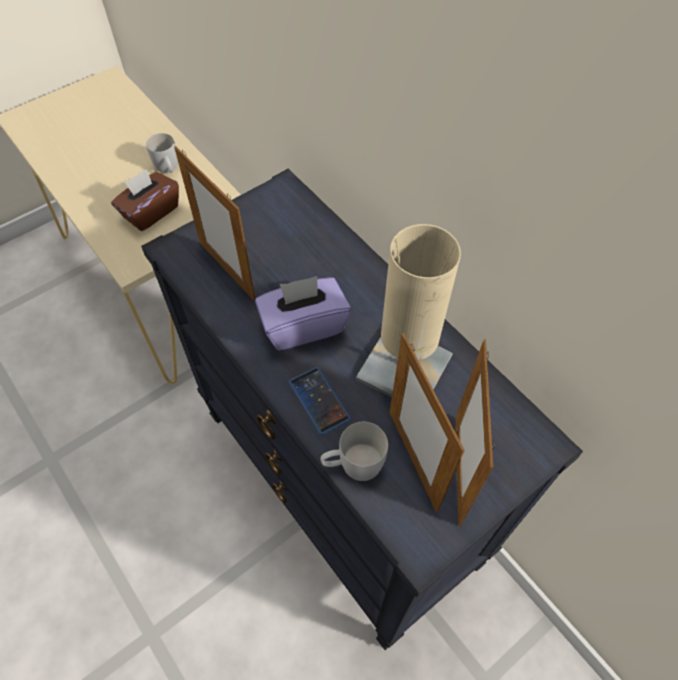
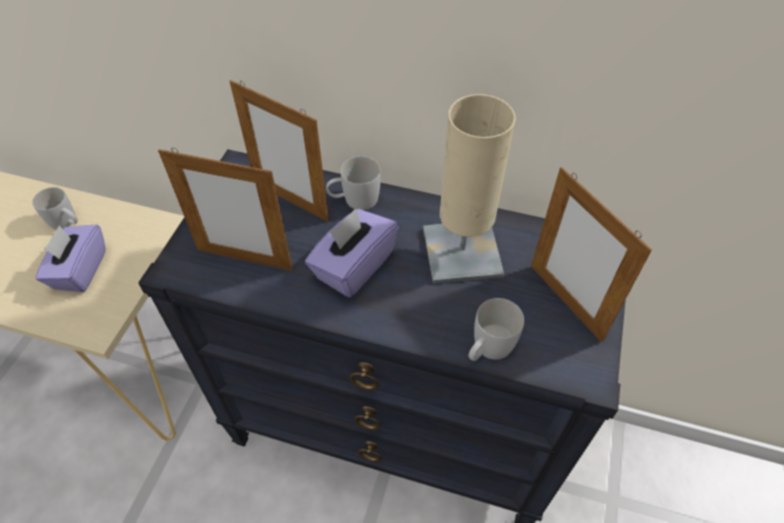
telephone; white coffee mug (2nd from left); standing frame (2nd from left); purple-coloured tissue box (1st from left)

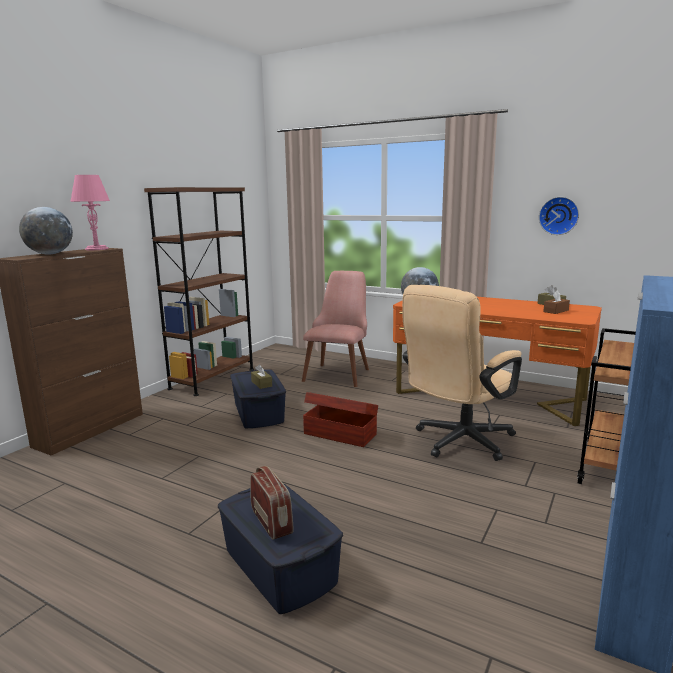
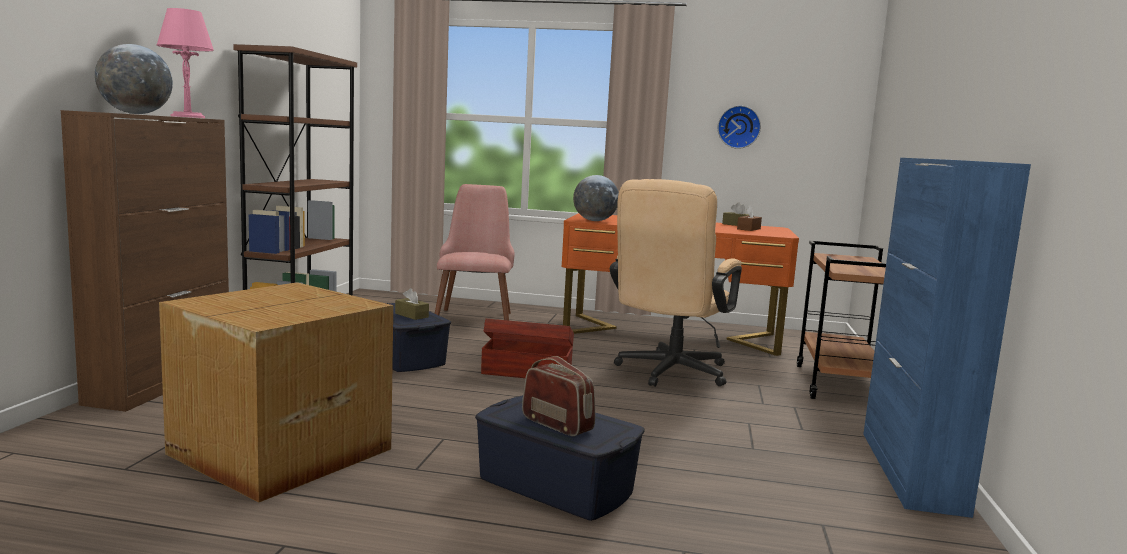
cardboard box

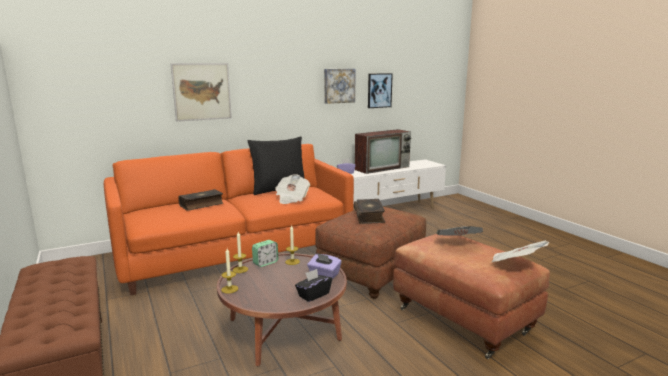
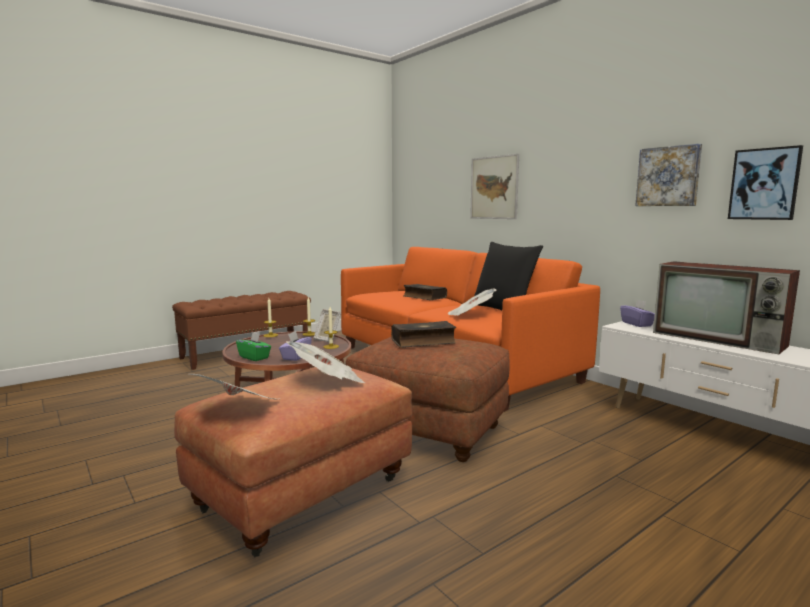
standing frame; greenish tissue box

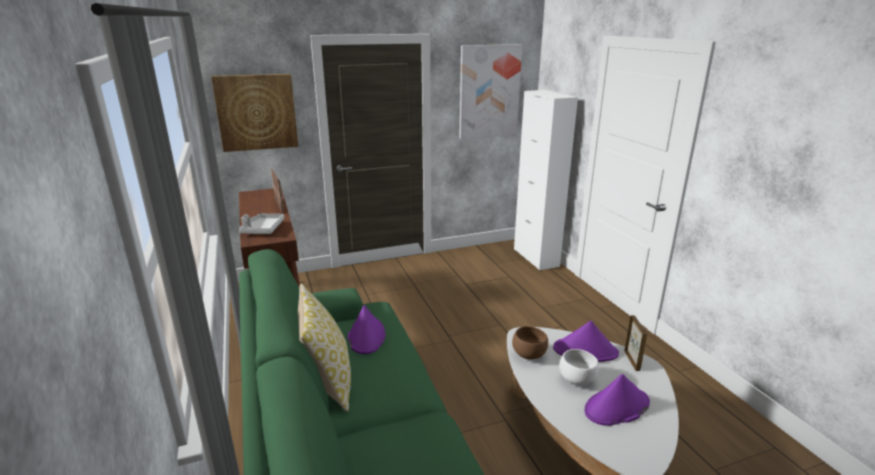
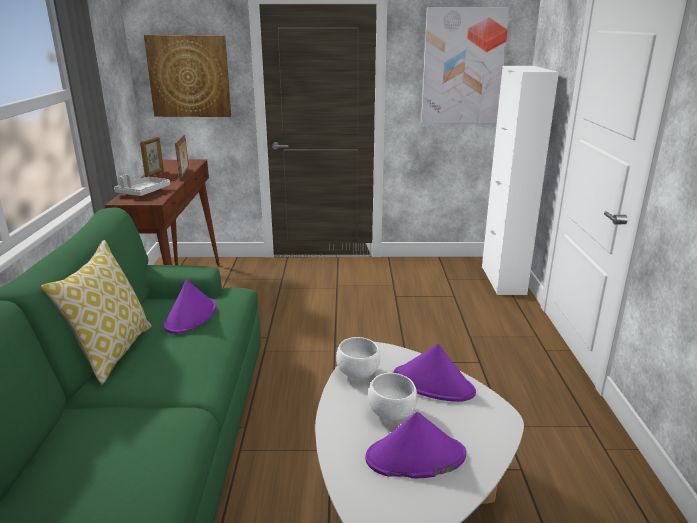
standing frame (1st from left); white bowl (1st from left)

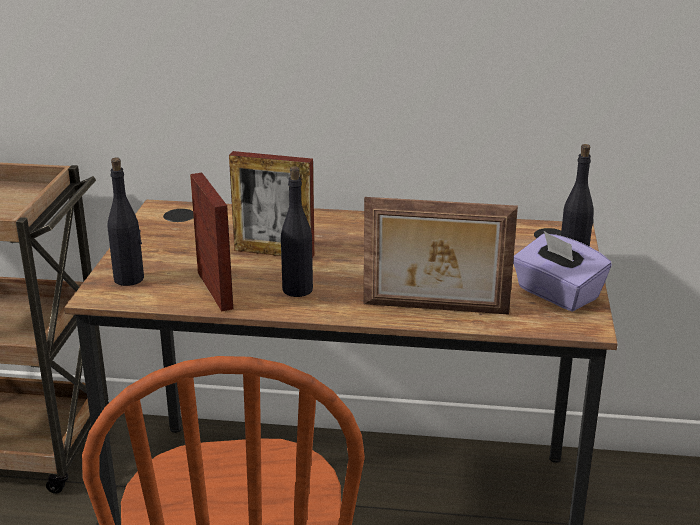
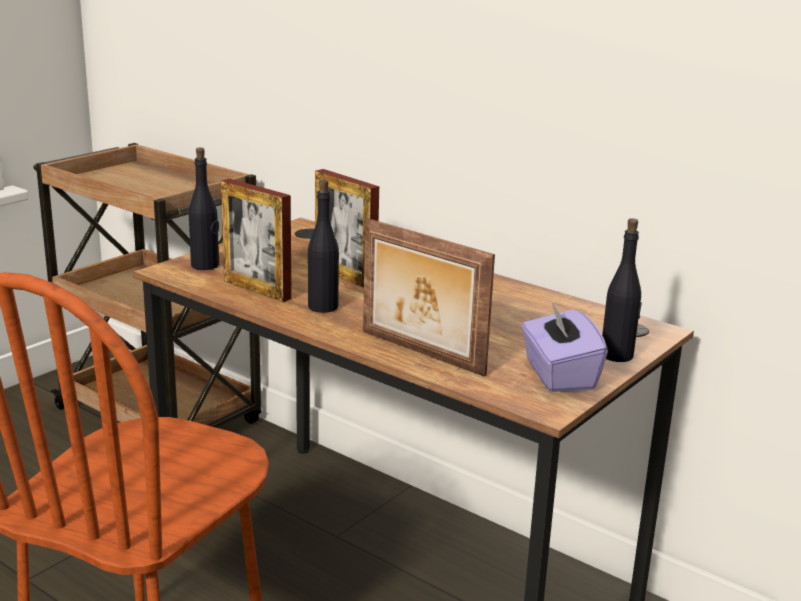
standing frame (1st from left)

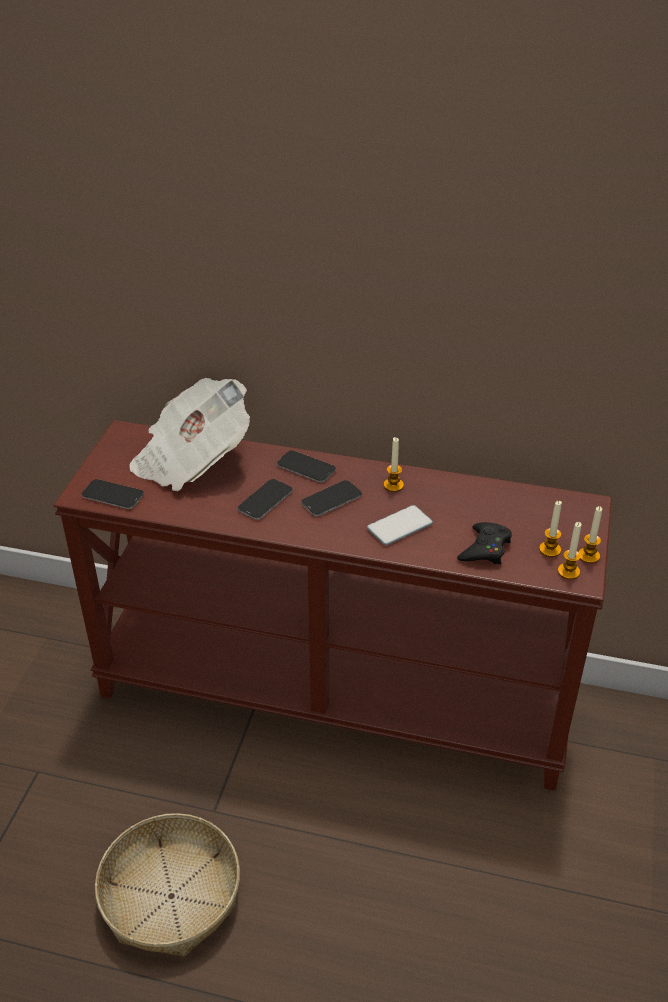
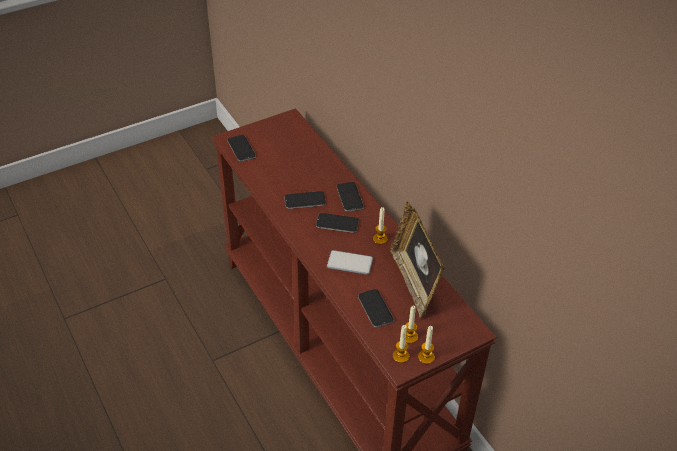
household basket; newspaper; standing frame; telephone (6th from left)

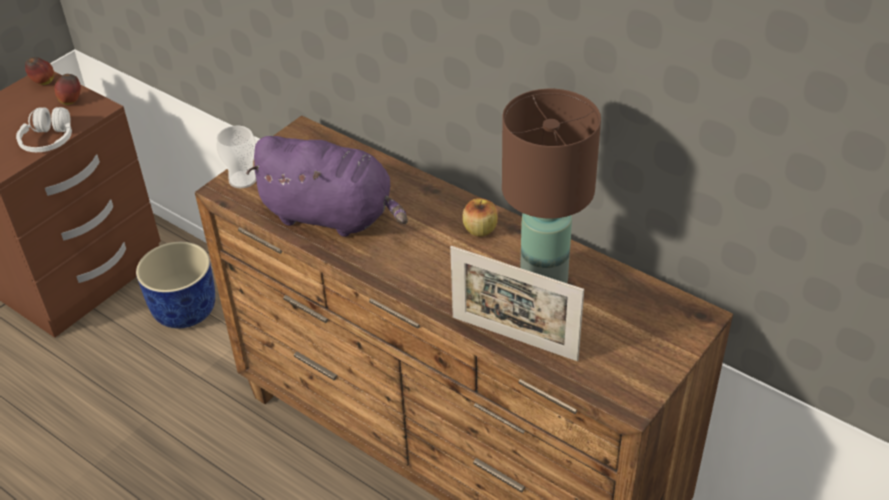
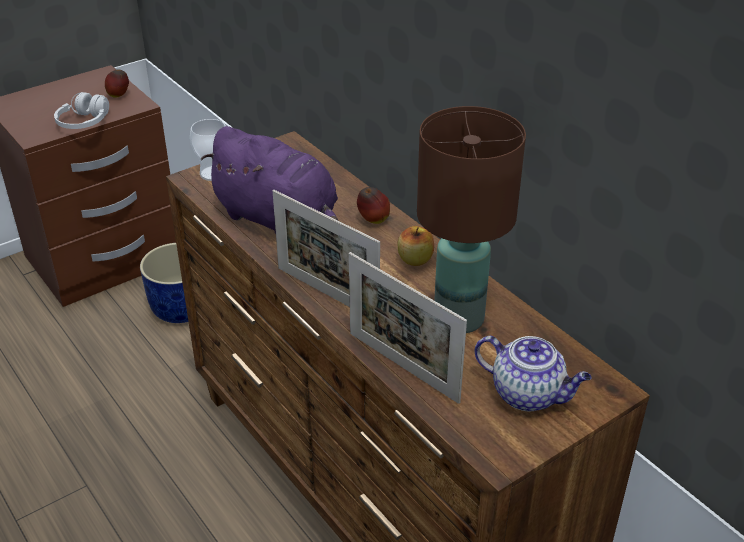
standing frame (1st from left); pot for tea; apple fruit (2nd from left)

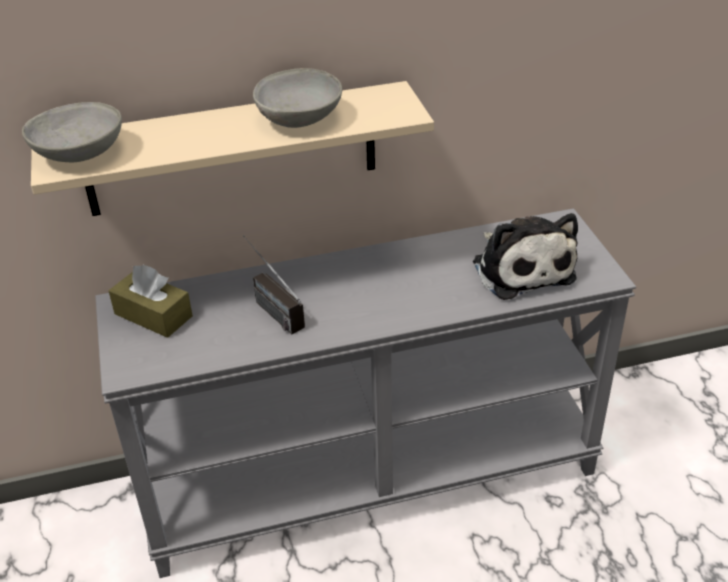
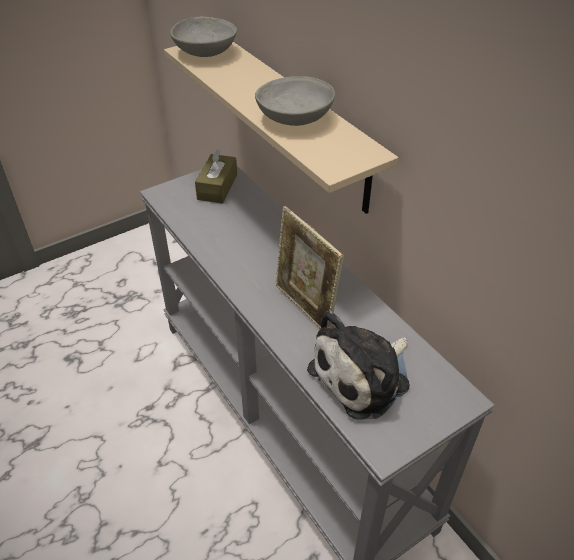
radio receiver; standing frame

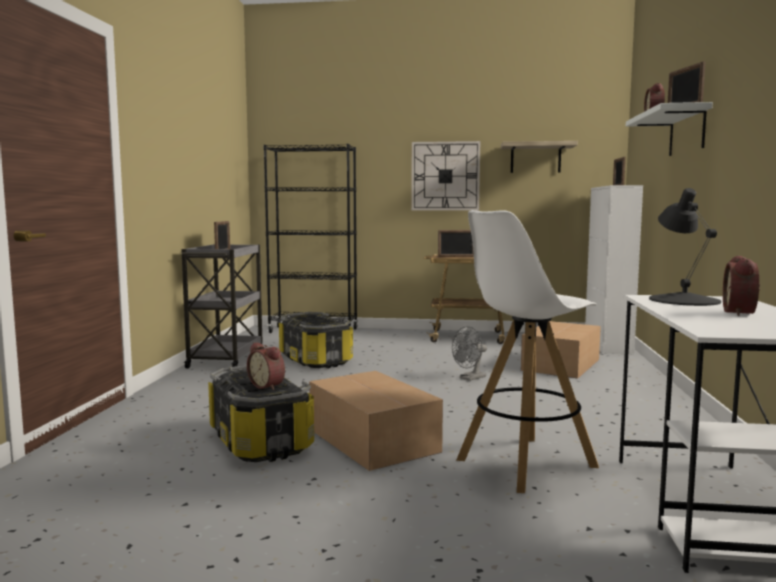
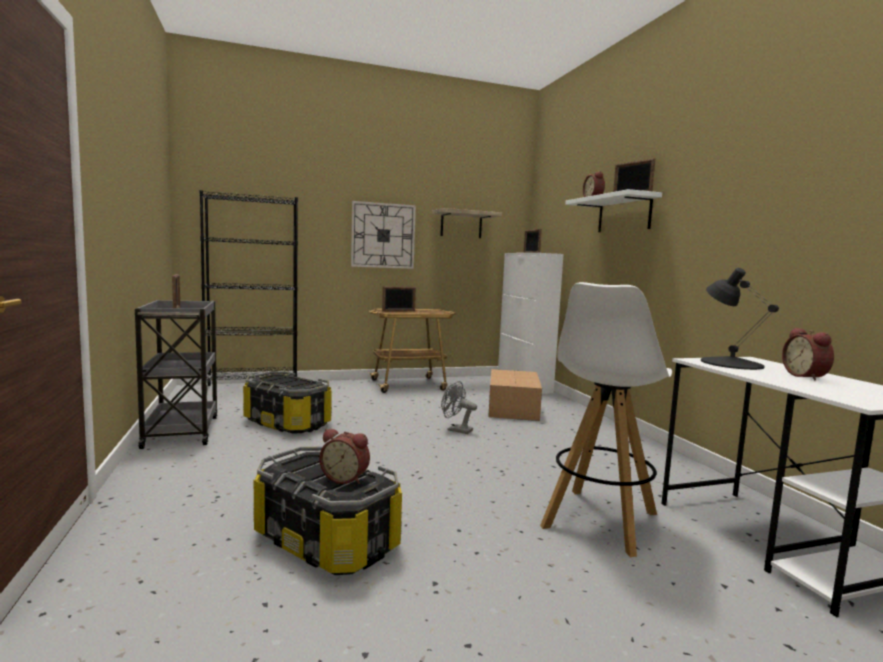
cardboard box (1st from left in the first image); grey electric fan

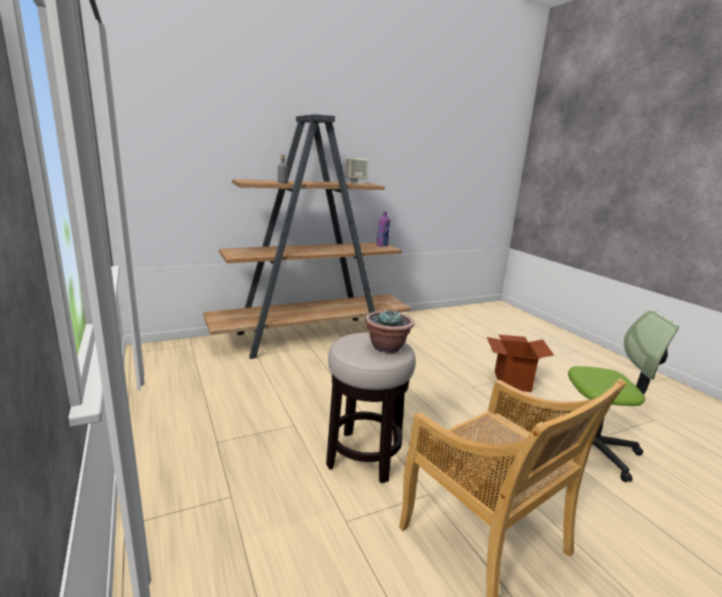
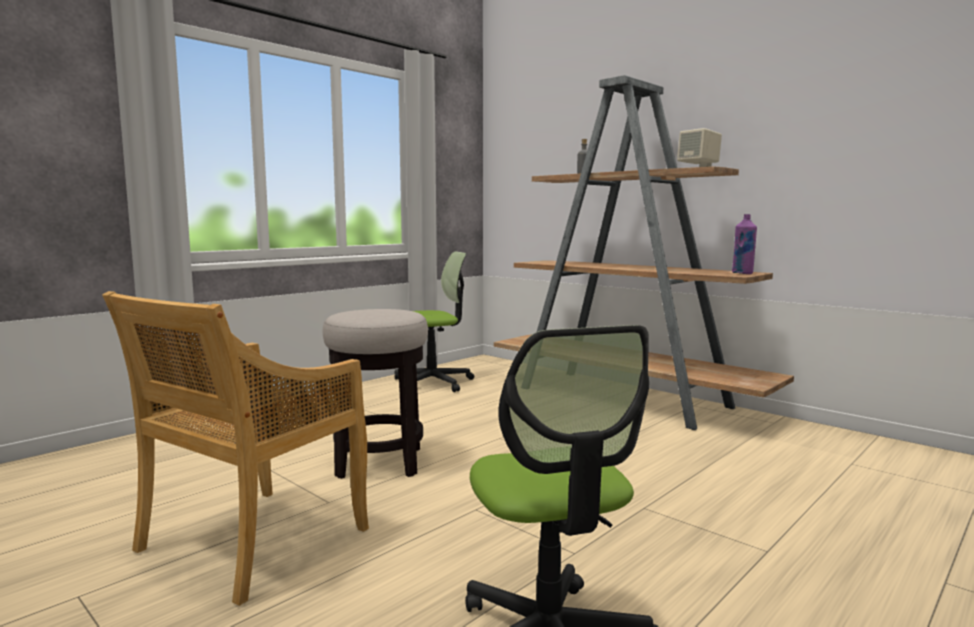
houseplant; cardboard box; desk chair (1st from left)

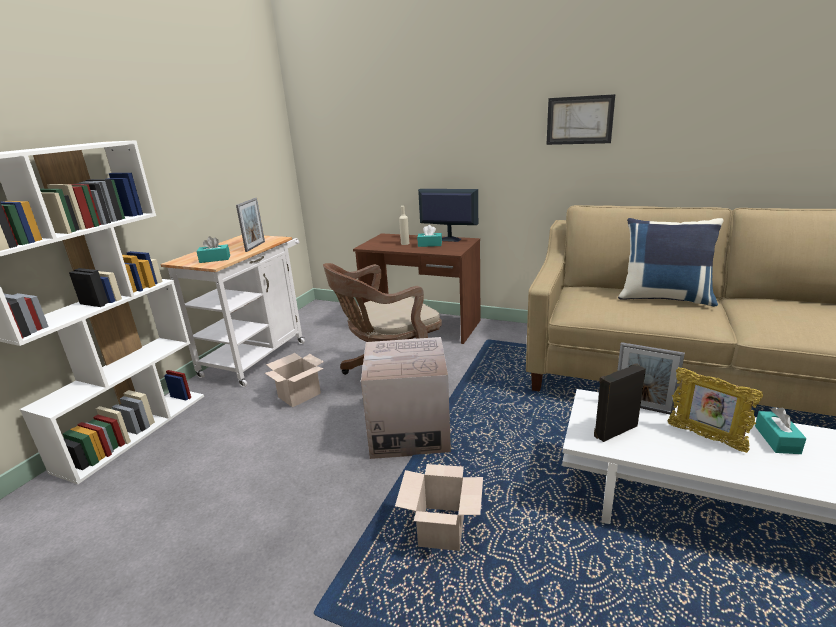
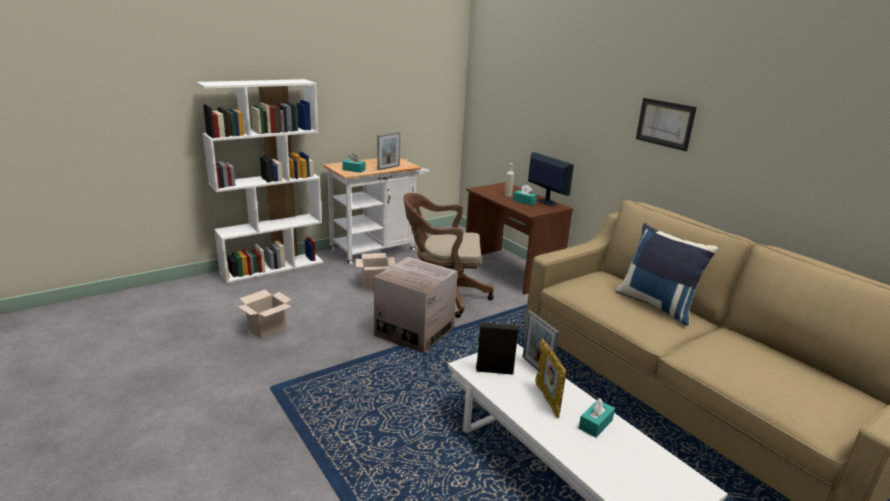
cardboard box (1st from left)

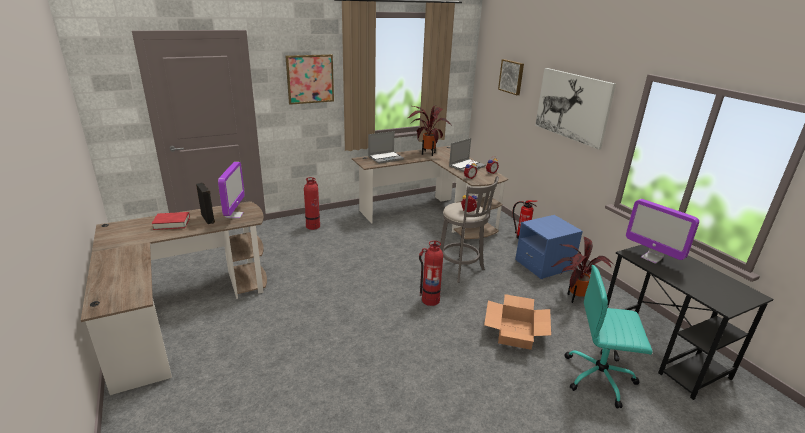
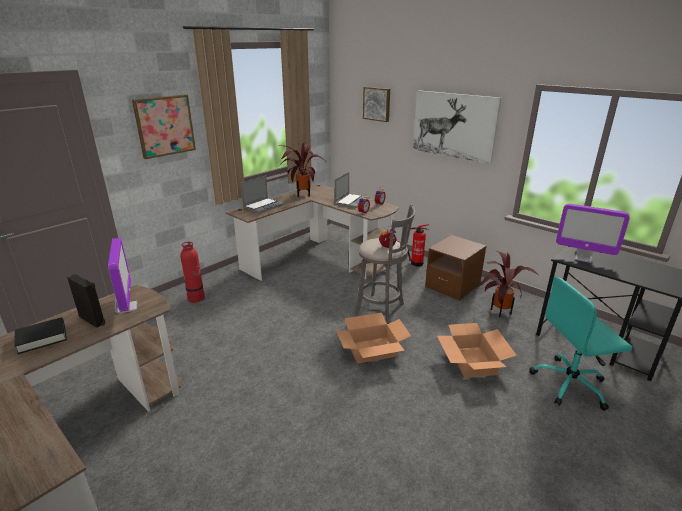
cardboard box (1st from left); blackish volume; brown nightstand

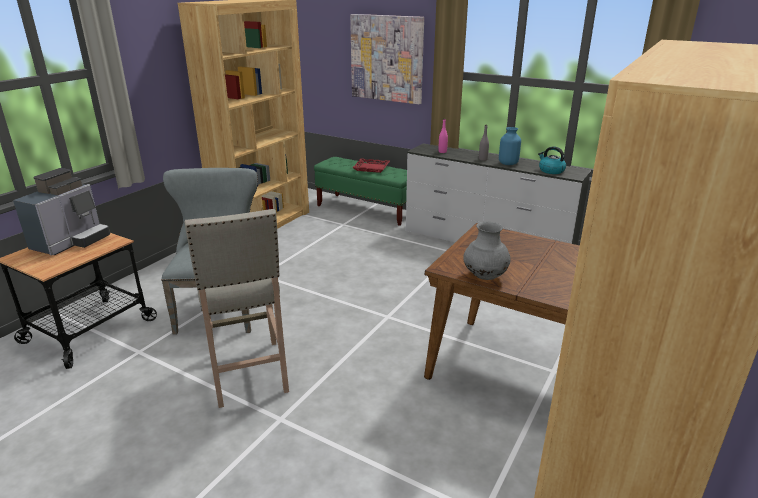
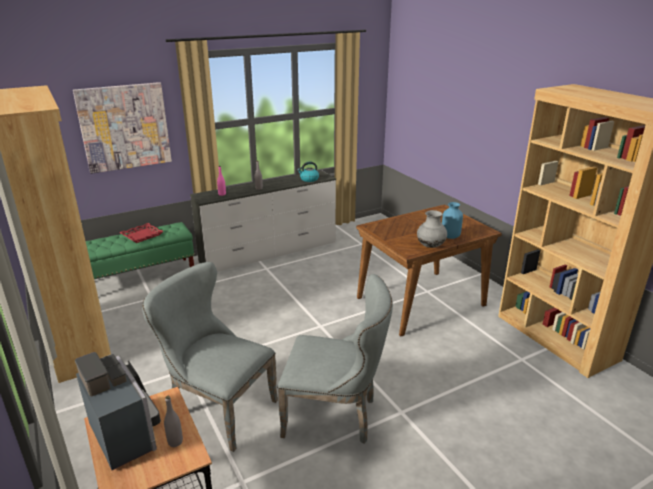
grey drink bottle (1st from left); blue vase; grey chair (2nd from left)

